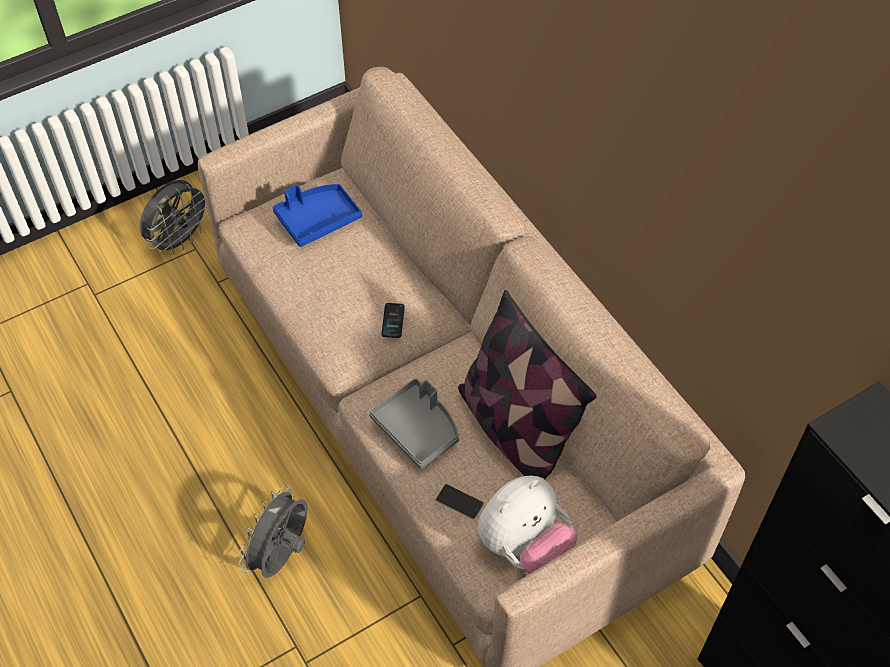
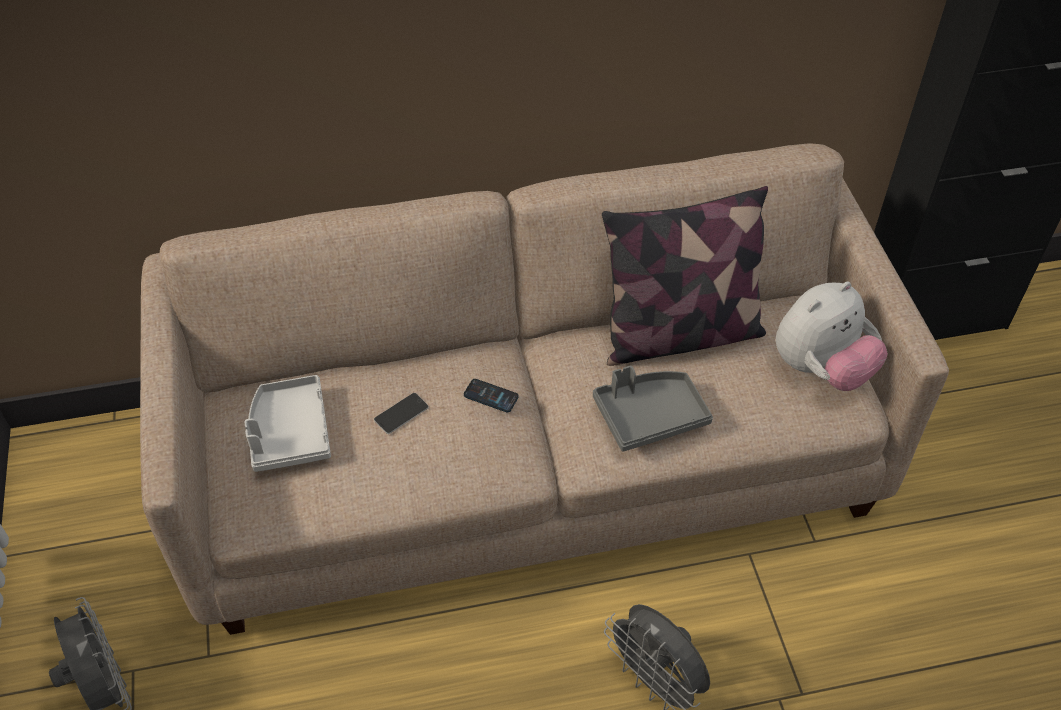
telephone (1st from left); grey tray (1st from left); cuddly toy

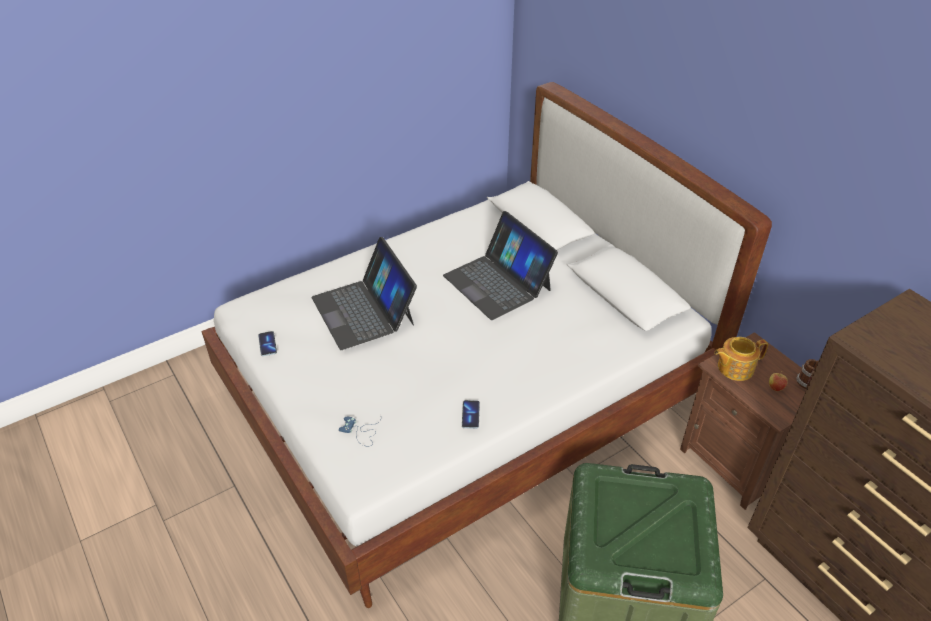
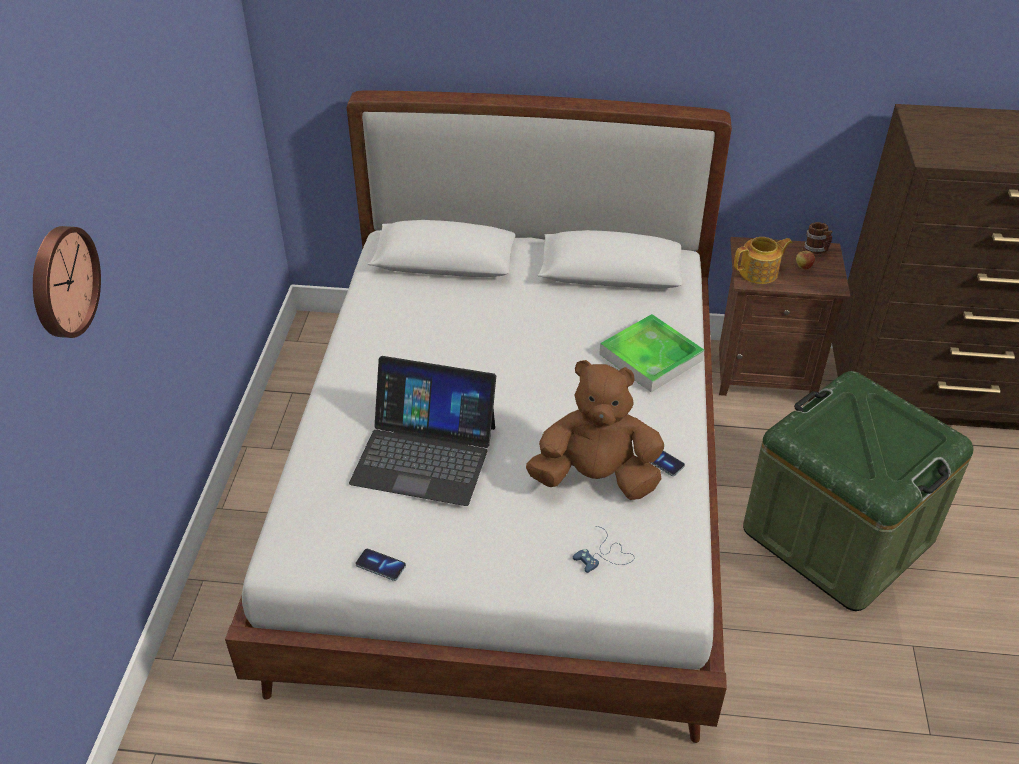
laptop (2nd from left in the first image); hanging clock; brown cuddly toy; tray; pot for tea

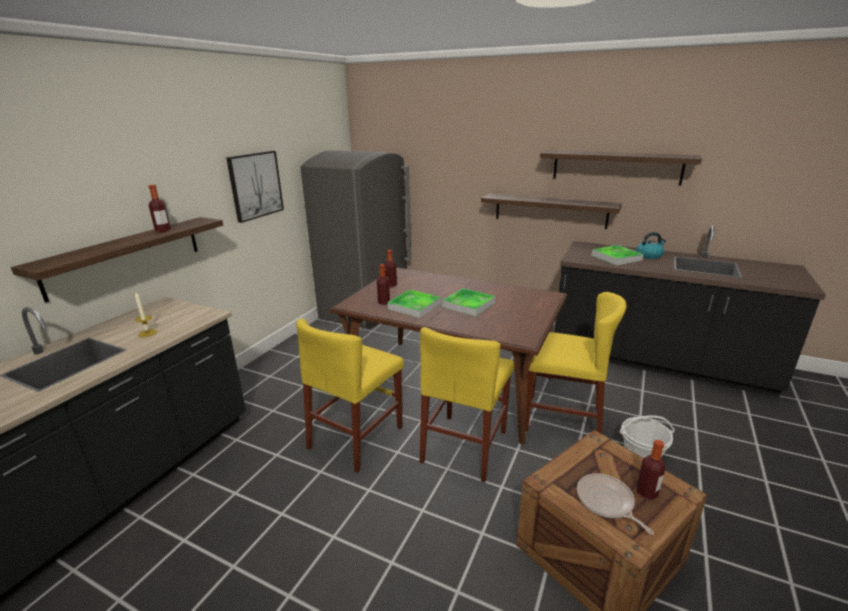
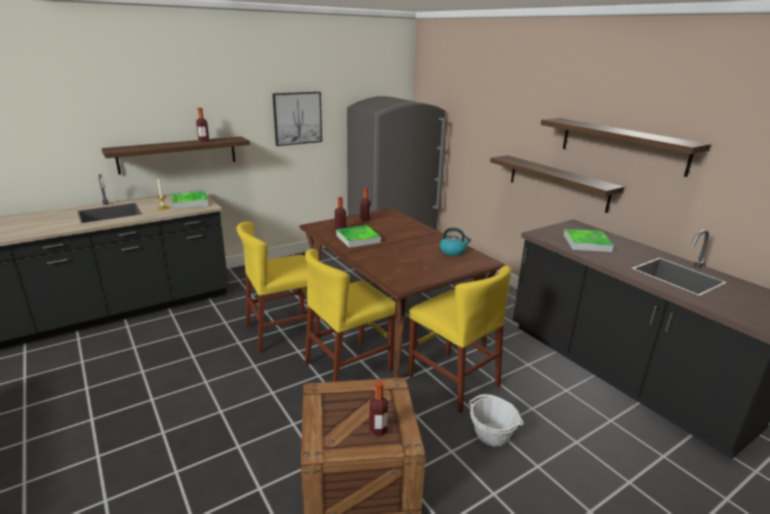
frying pan; tray (1st from left); tea kettle

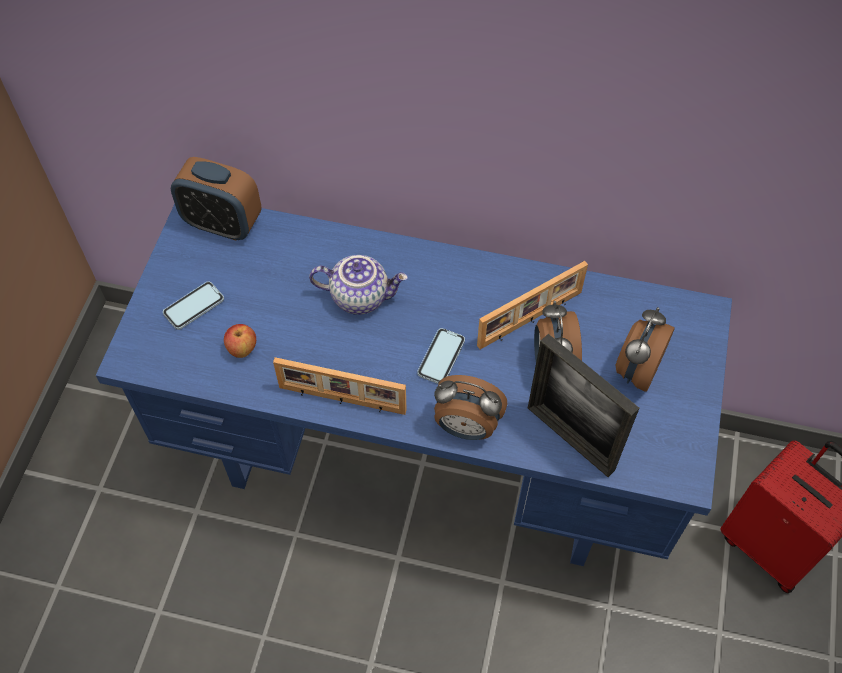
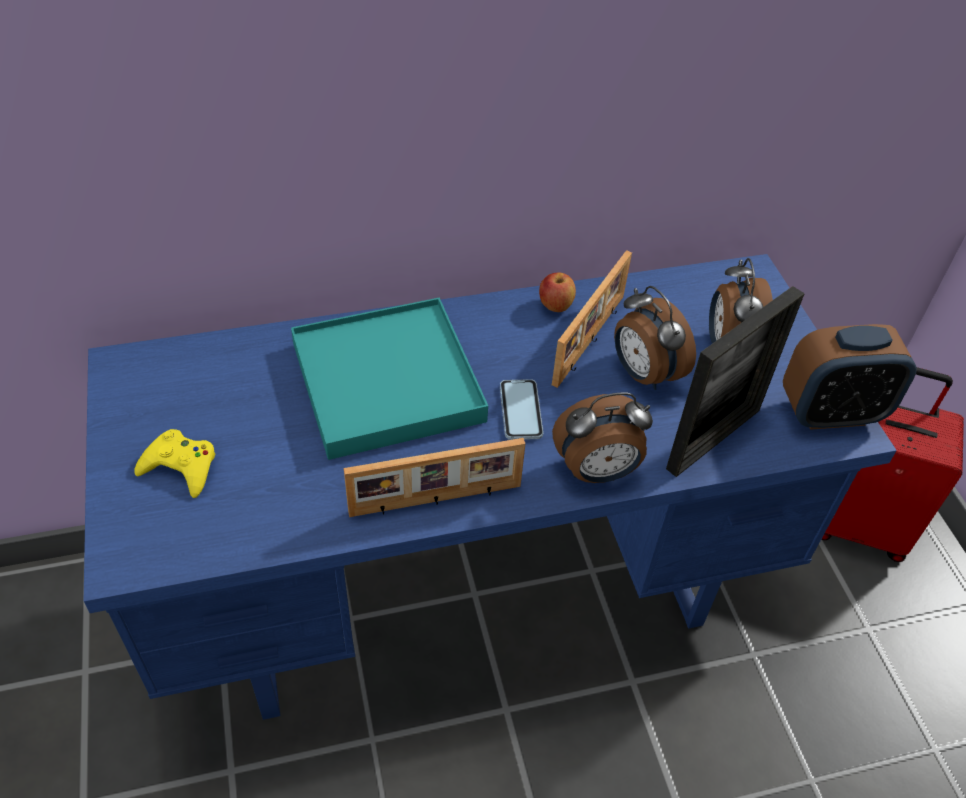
alarm clock (4th from left); apple fruit; yellowish joypad; blue-green tray; standing frame (3rd from left)

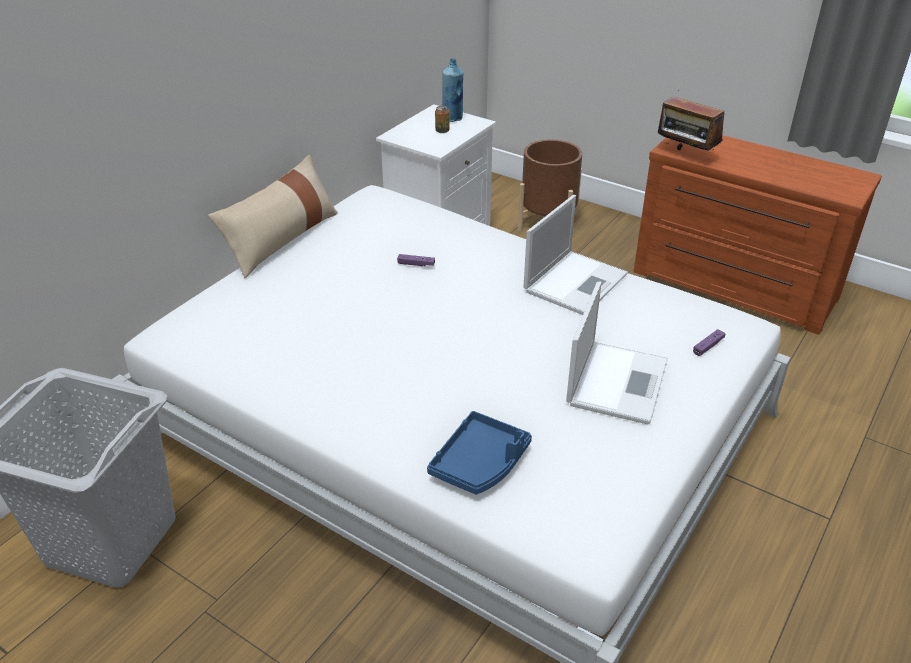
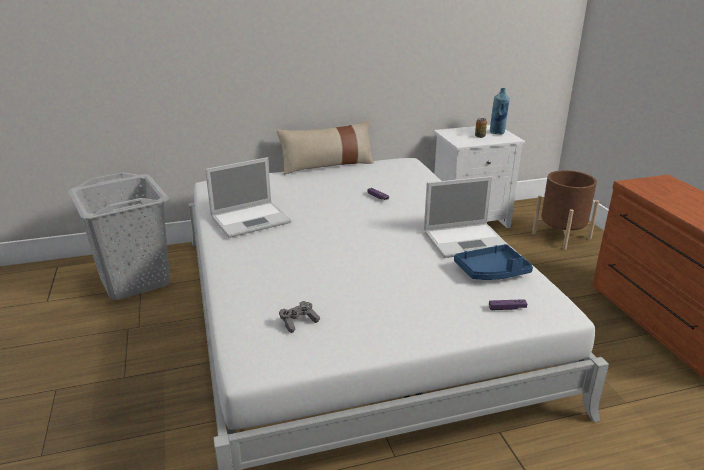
radio receiver; grey joypad; blue tray; laptop (1st from left)

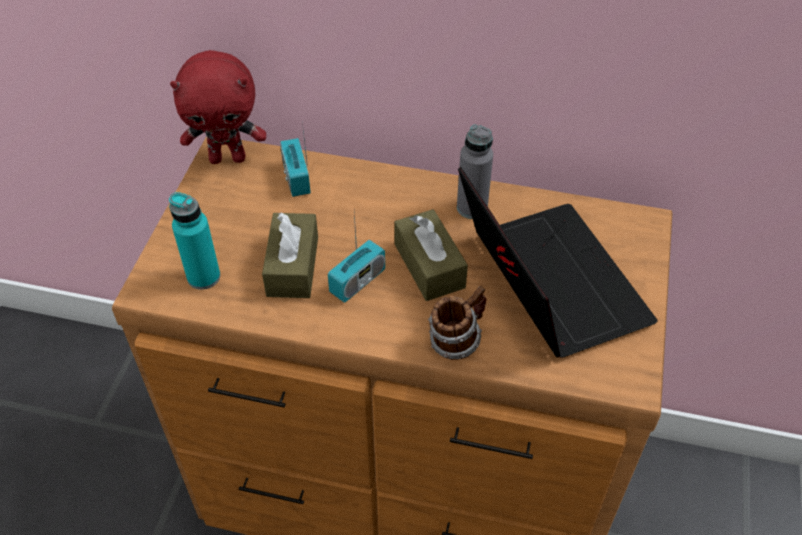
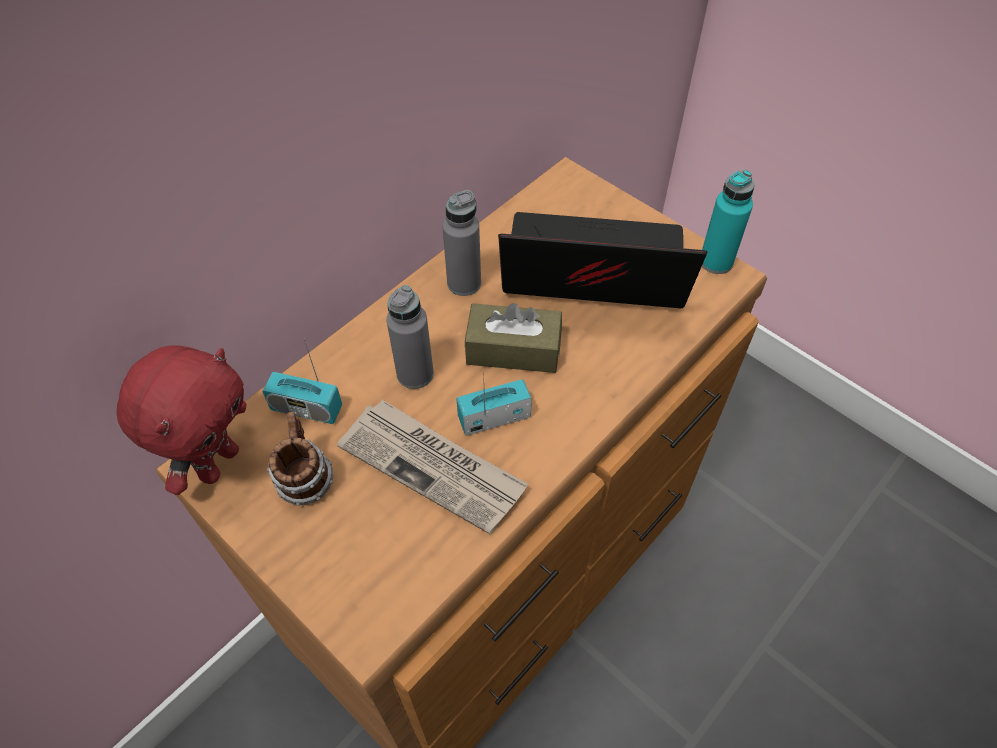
grey drink bottle (1st from left); blue-green drink bottle; coffee mug; newspaper; radio receiver (2nd from left)

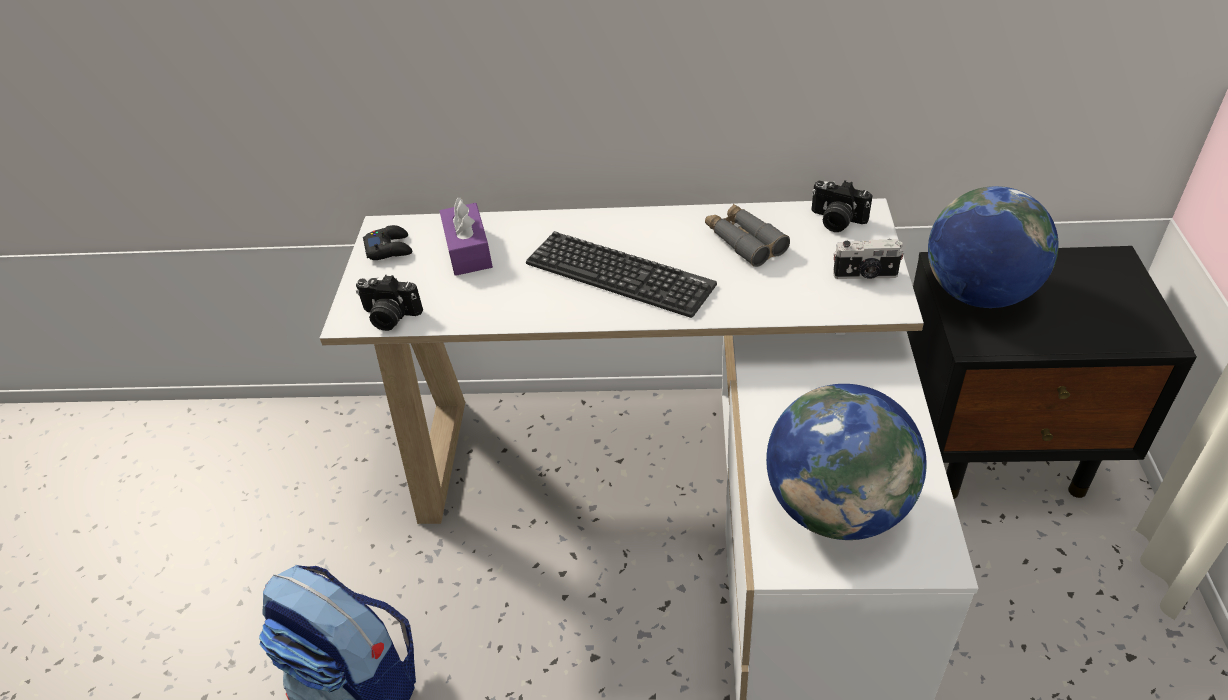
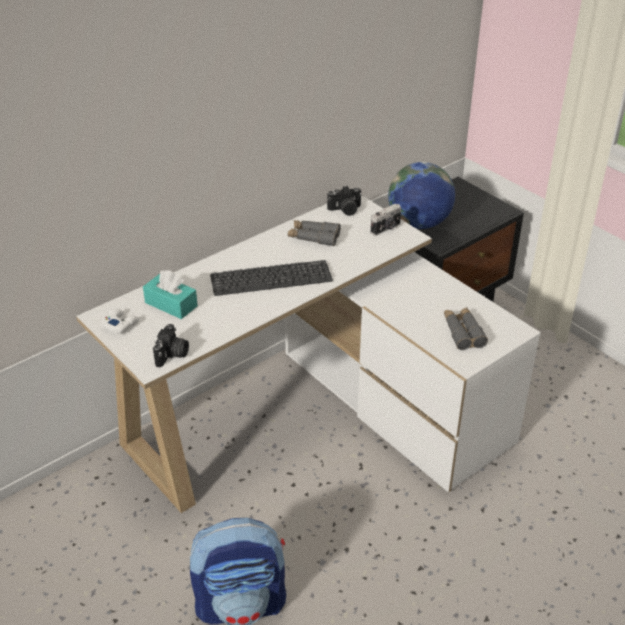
grey field glasses (2nd from left); white joypad; blue-green tissue box; photo camera (1st from left)

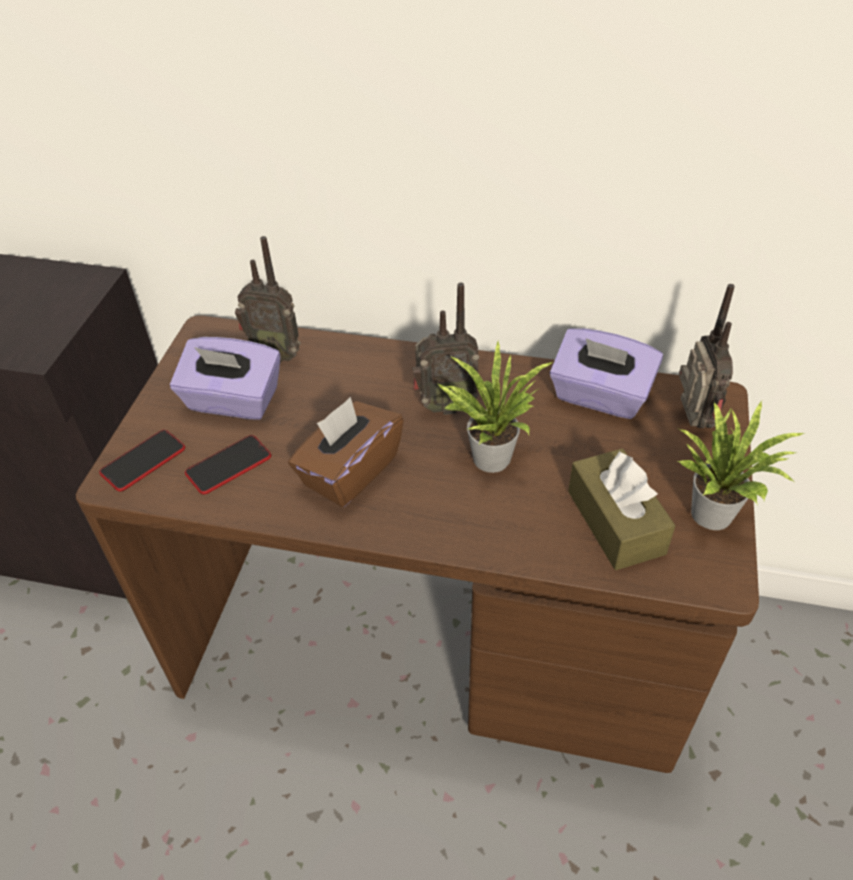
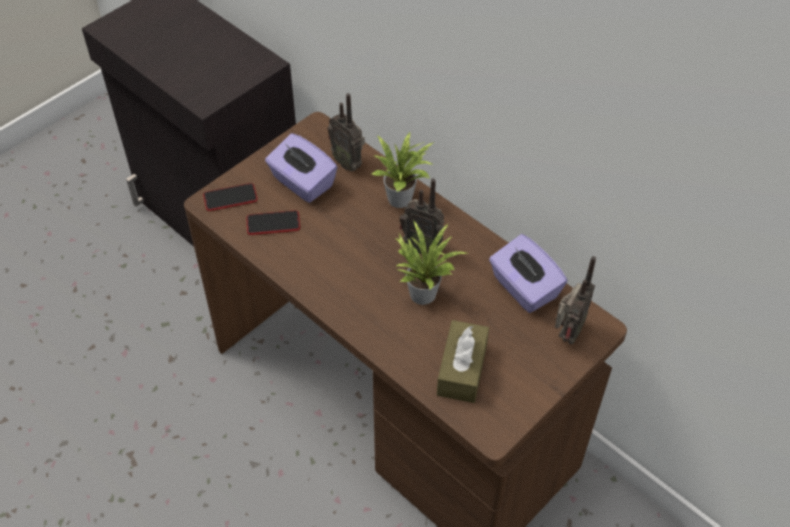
brown tissue box (1st from left in the first image); houseplant (1st from left)

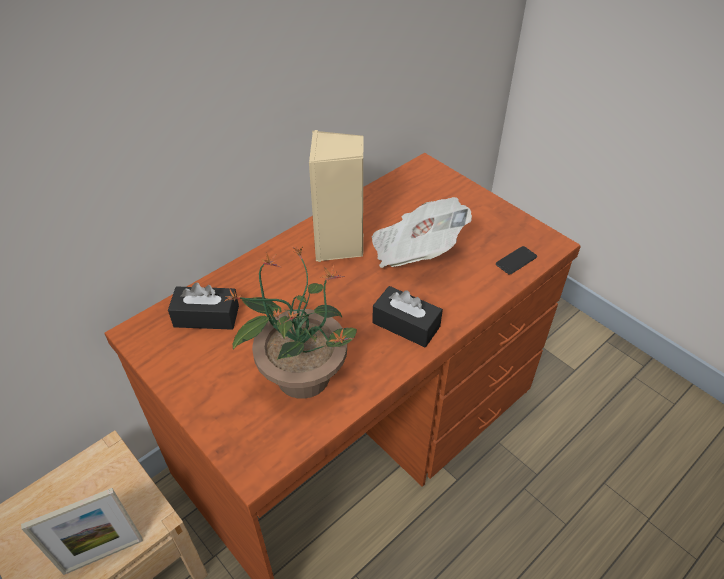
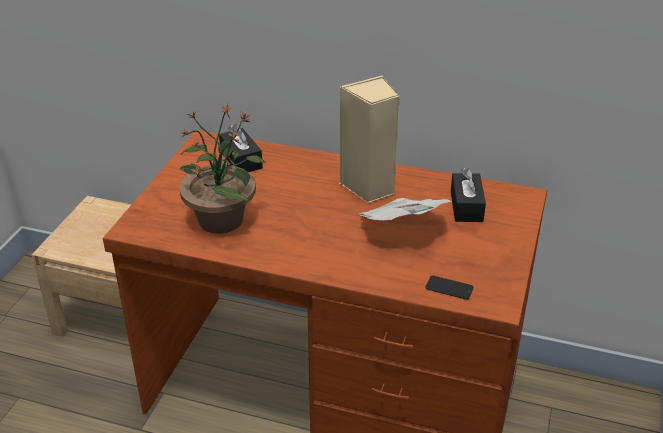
standing frame; blackish tissue box (2nd from left)

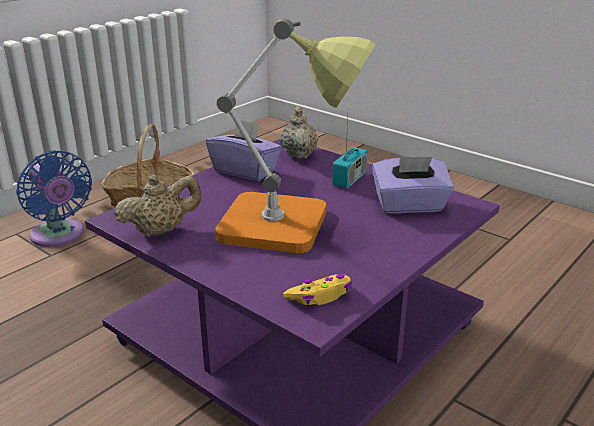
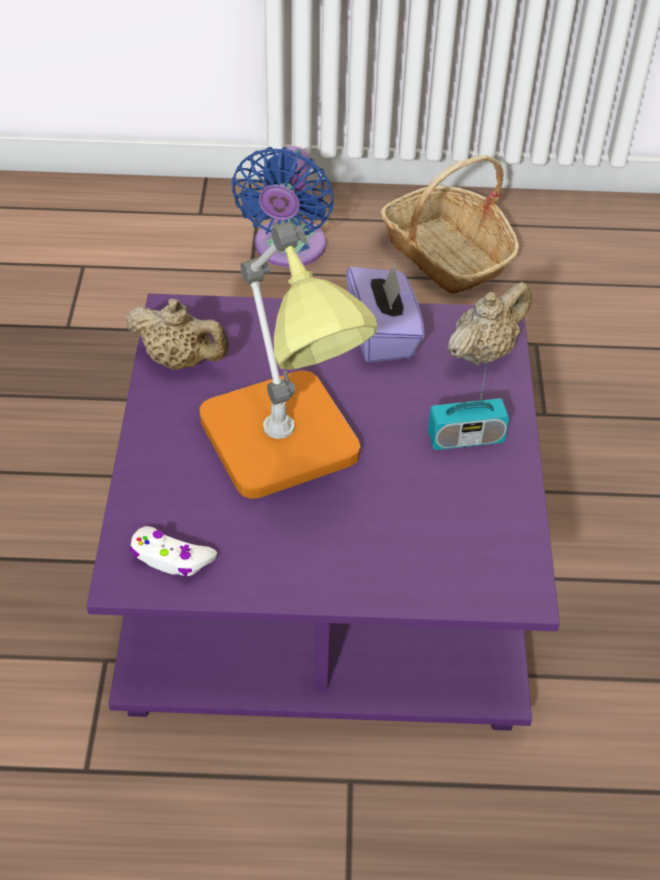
purple-coloured tissue box (2nd from left in the first image); white joypad

